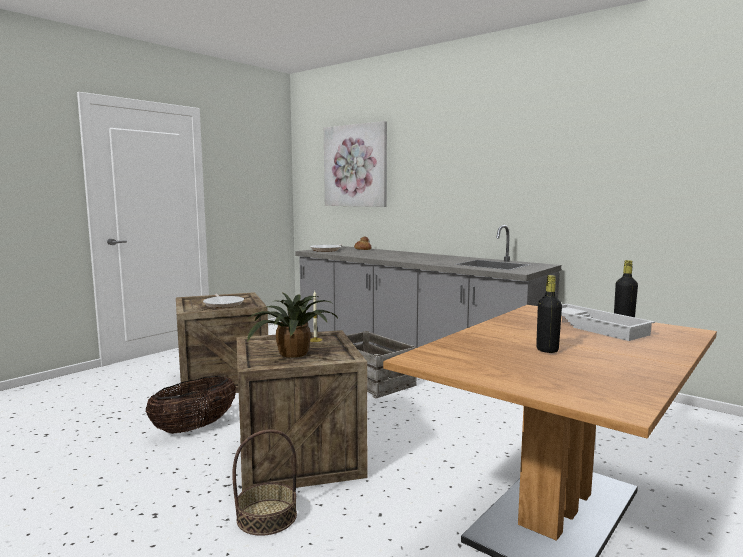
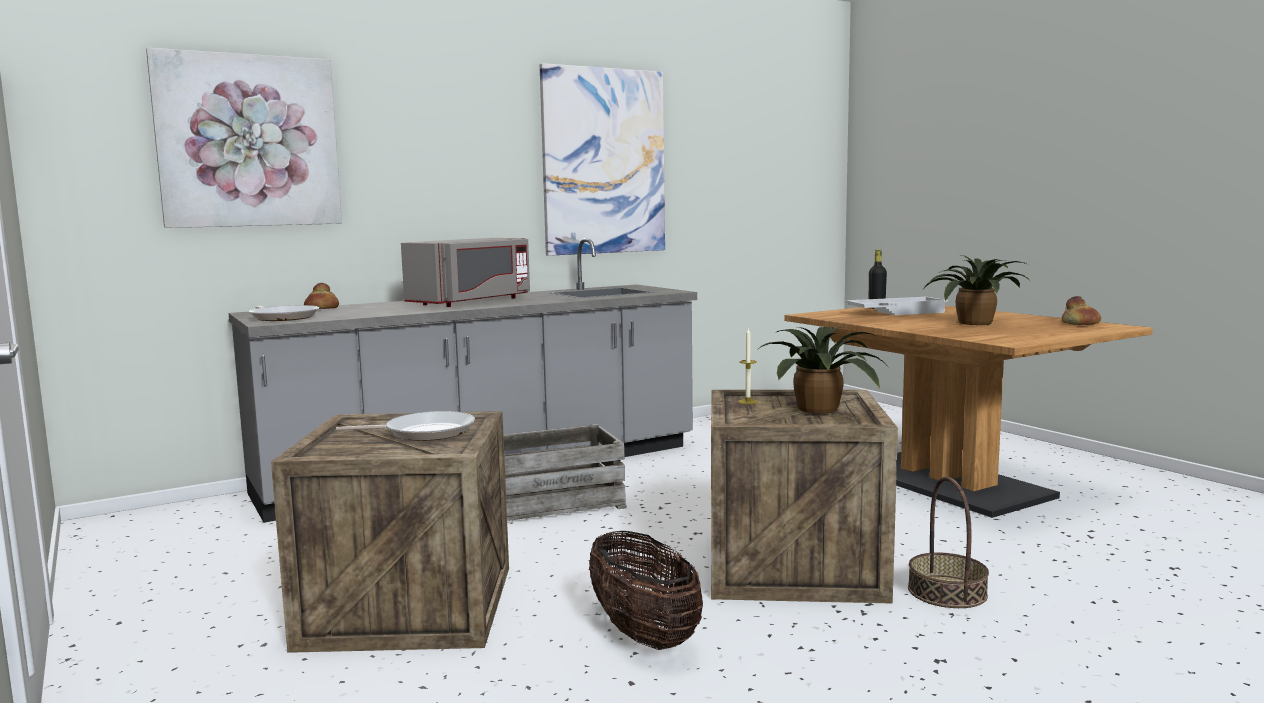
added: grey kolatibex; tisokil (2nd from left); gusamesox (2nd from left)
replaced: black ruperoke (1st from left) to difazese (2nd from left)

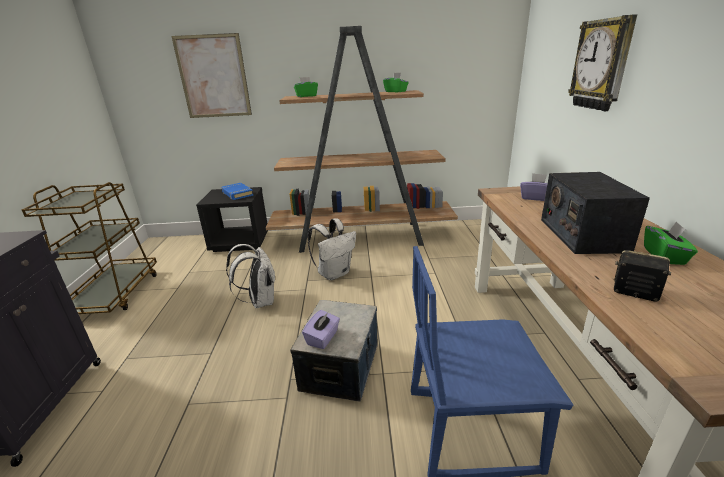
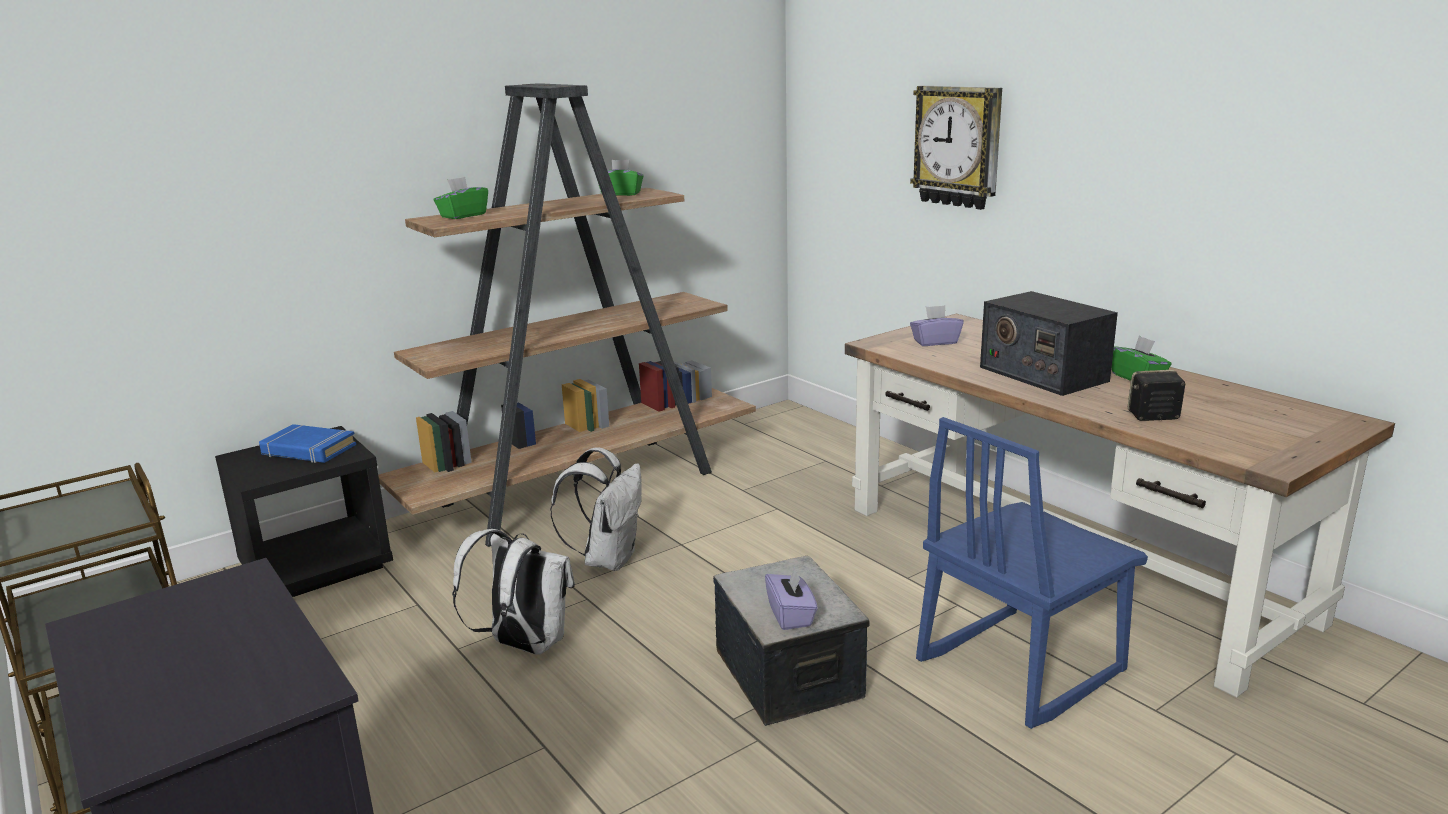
removed: tisokil

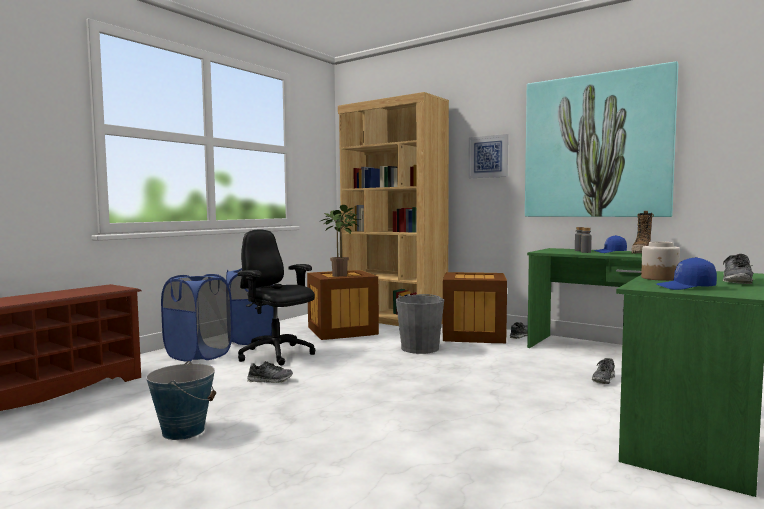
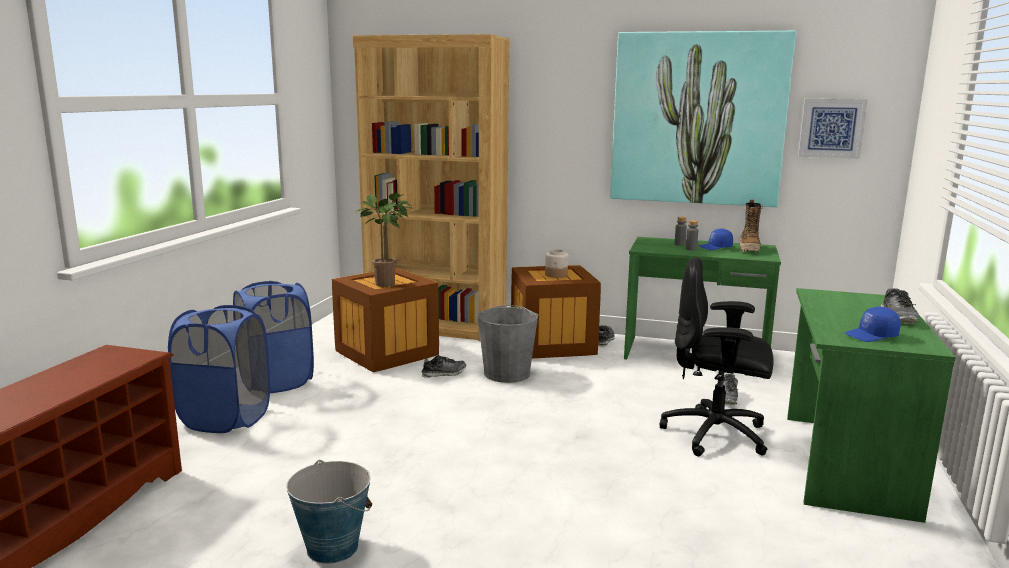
moved: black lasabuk; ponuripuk (1st from left); tisokil (1st from left in the first image) to tisokil (2nd from left); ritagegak

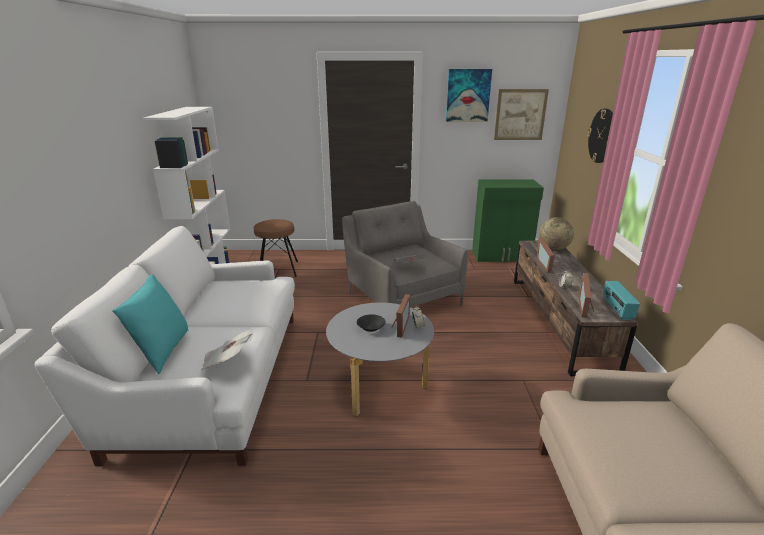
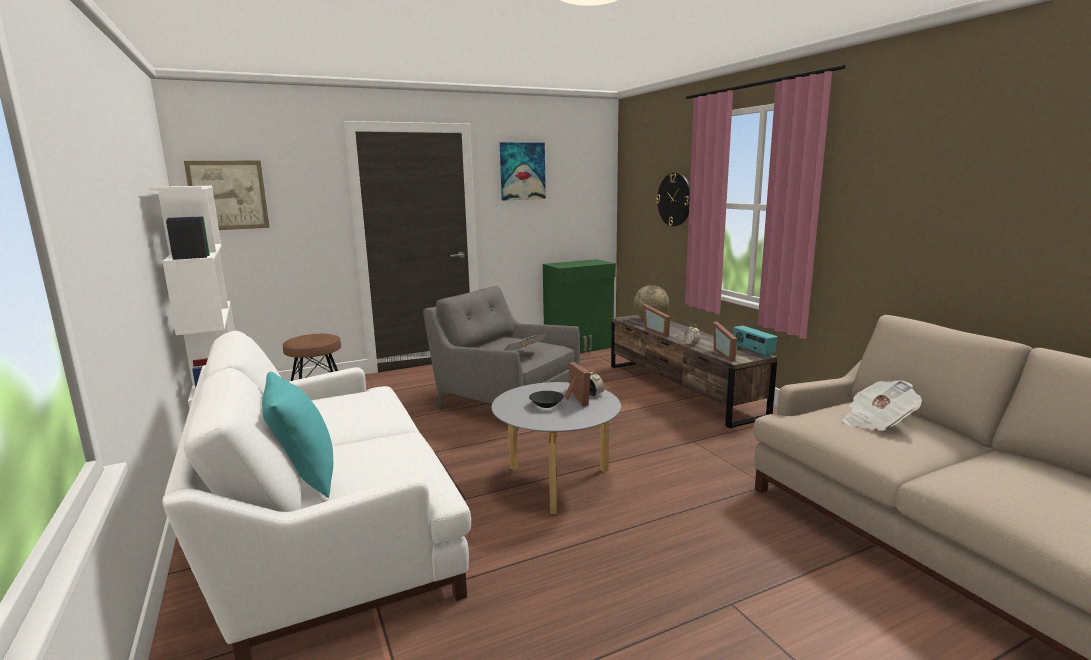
moved: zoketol (1st from left in the first image) to zoketol (2nd from left); tisokil (2nd from left in the first image) to tisokil (1st from left)

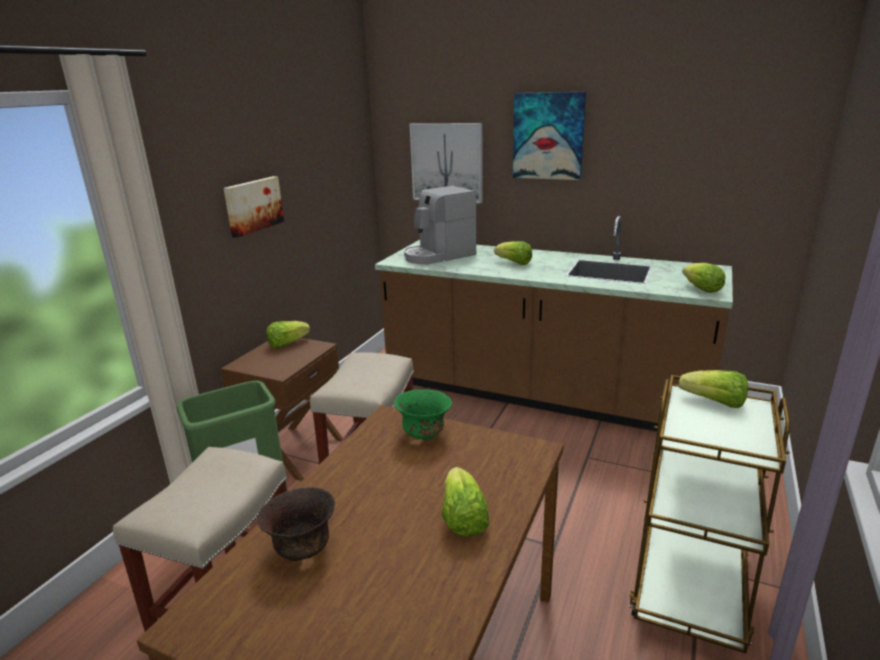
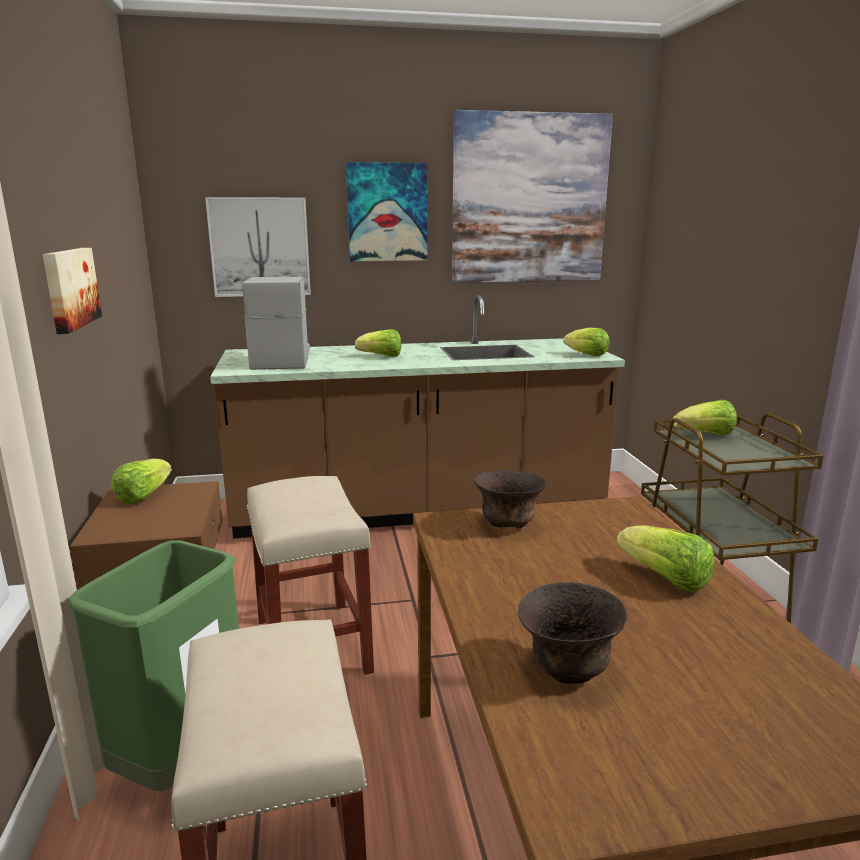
added: tisokil (4th from left)
recoloured: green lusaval to brown lusaval (1st from left)
turned: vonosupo 150 degrees clockwise

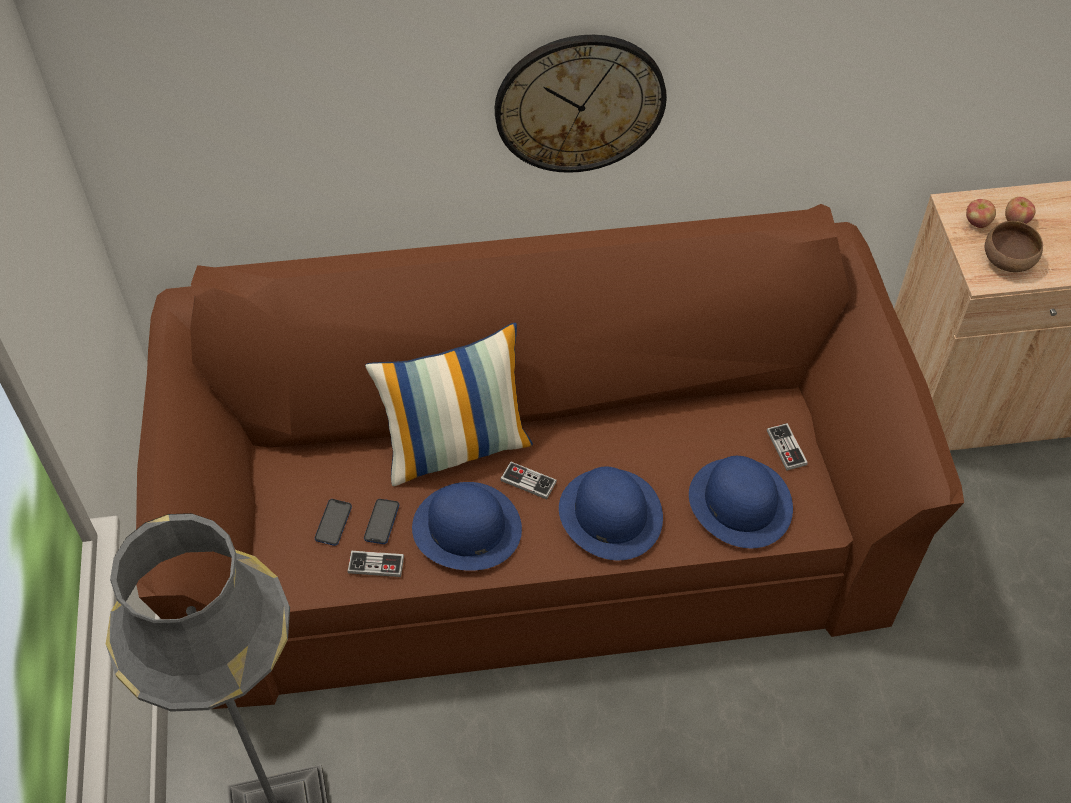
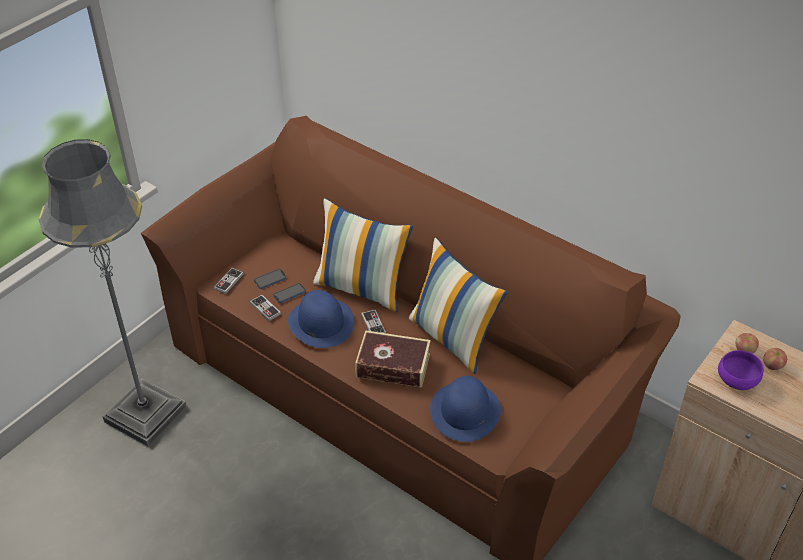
removed: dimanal
added: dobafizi (2nd from left)
moved: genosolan (3rd from left in the first image) to genosolan (1st from left)
replaced: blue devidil (2nd from left) to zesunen
recoloured: brown lusaval to purple lusaval

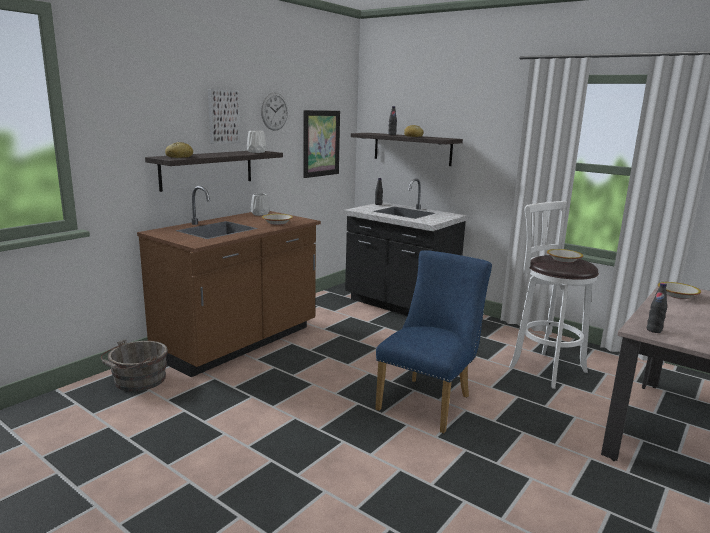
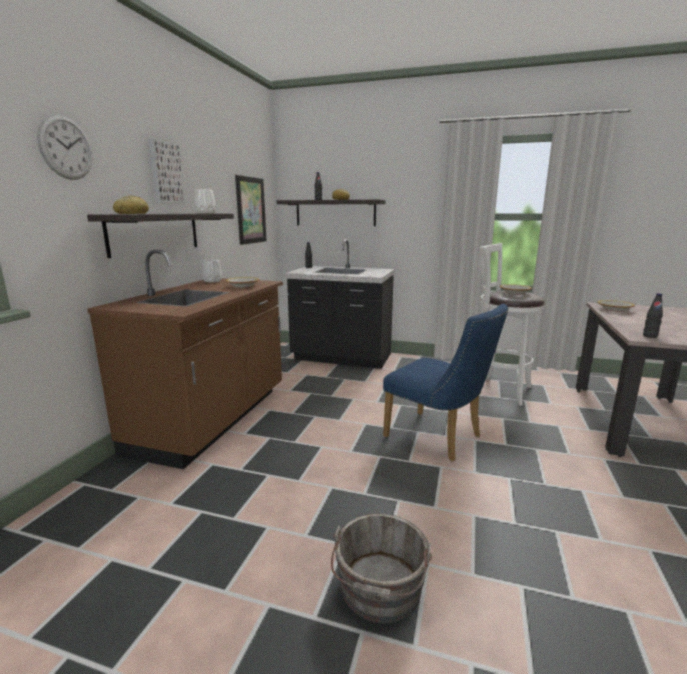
moved: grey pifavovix; dimanal
turned: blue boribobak 120 degrees clockwise

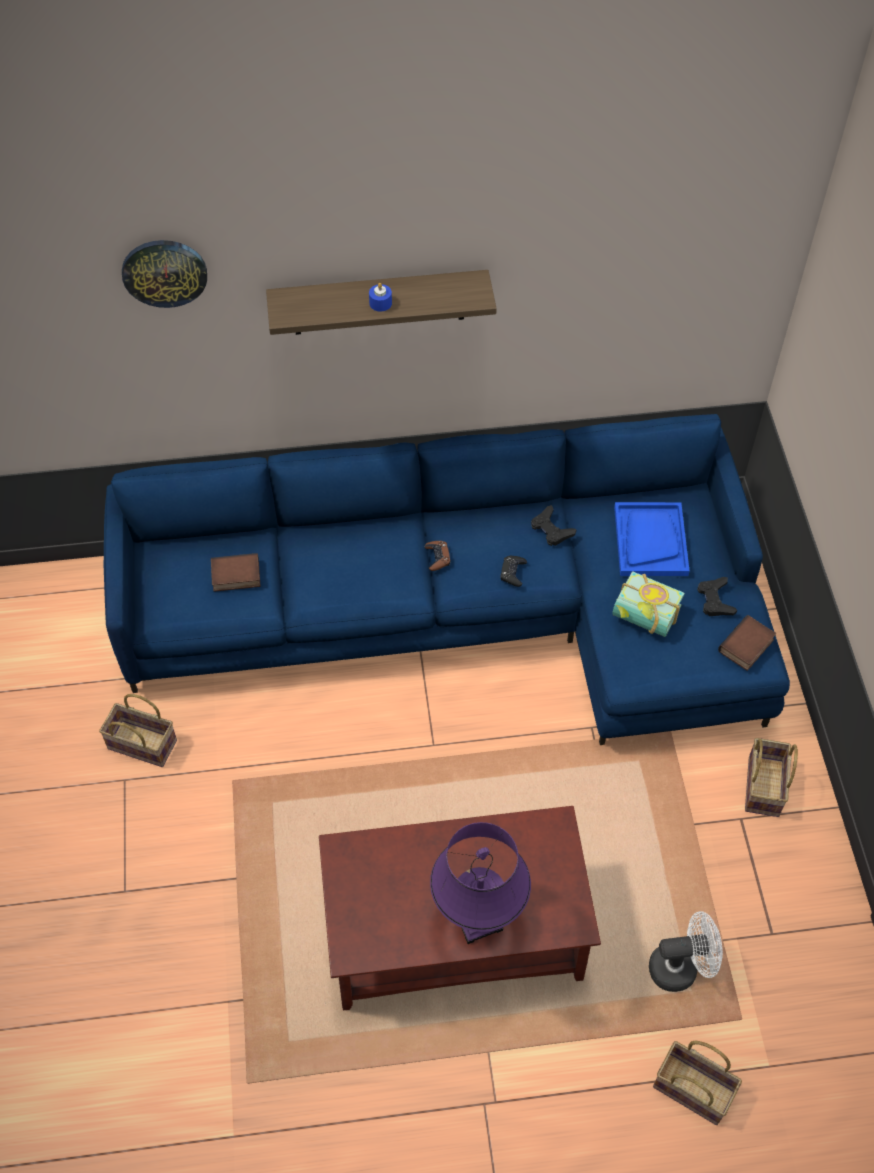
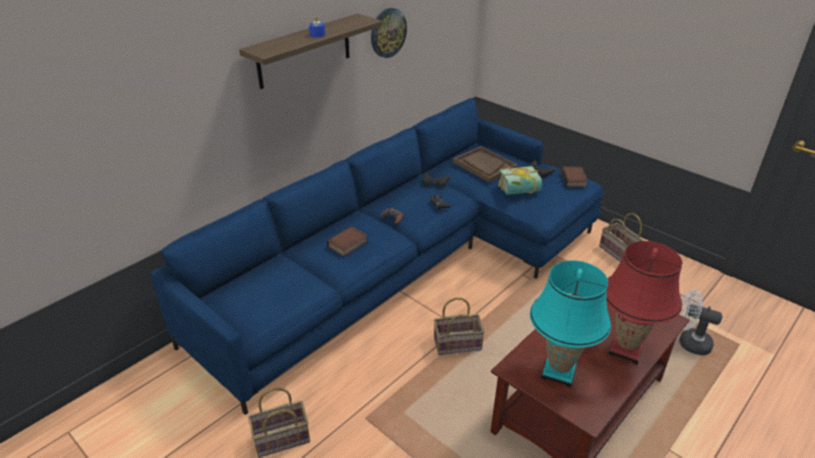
added: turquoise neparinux
moved: dimanal; zesunen (1st from left); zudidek (2nd from left)
recoloured: purple neparinux to red neparinux; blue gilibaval to brown gilibaval
turned: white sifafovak 105 degrees counterclockwise

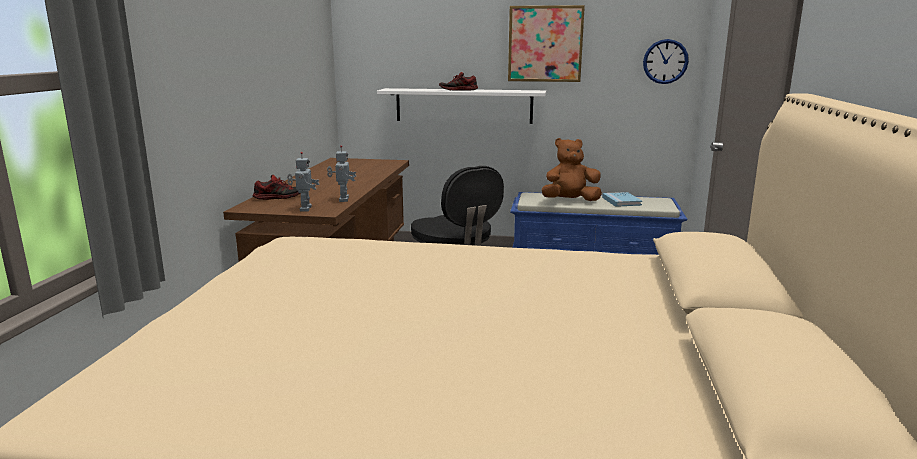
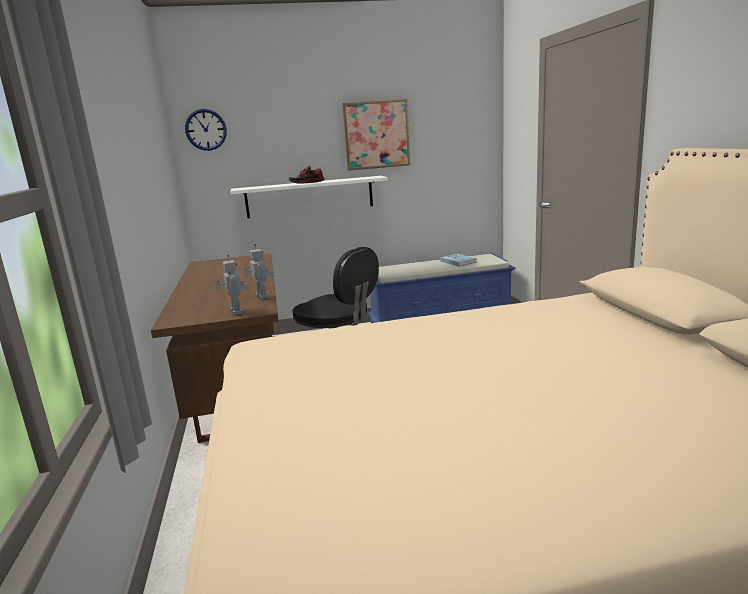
removed: ponuripuk (1st from left); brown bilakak
moved: dimanal

